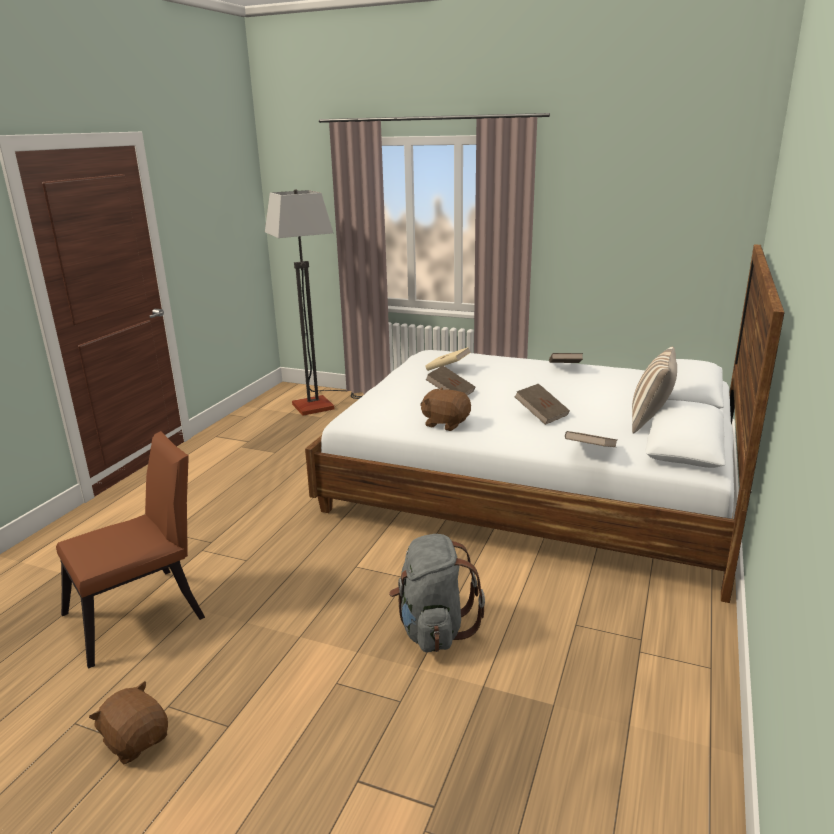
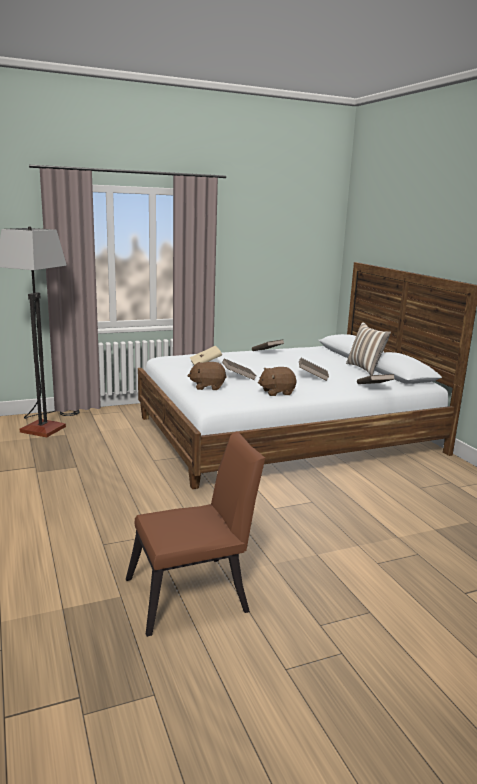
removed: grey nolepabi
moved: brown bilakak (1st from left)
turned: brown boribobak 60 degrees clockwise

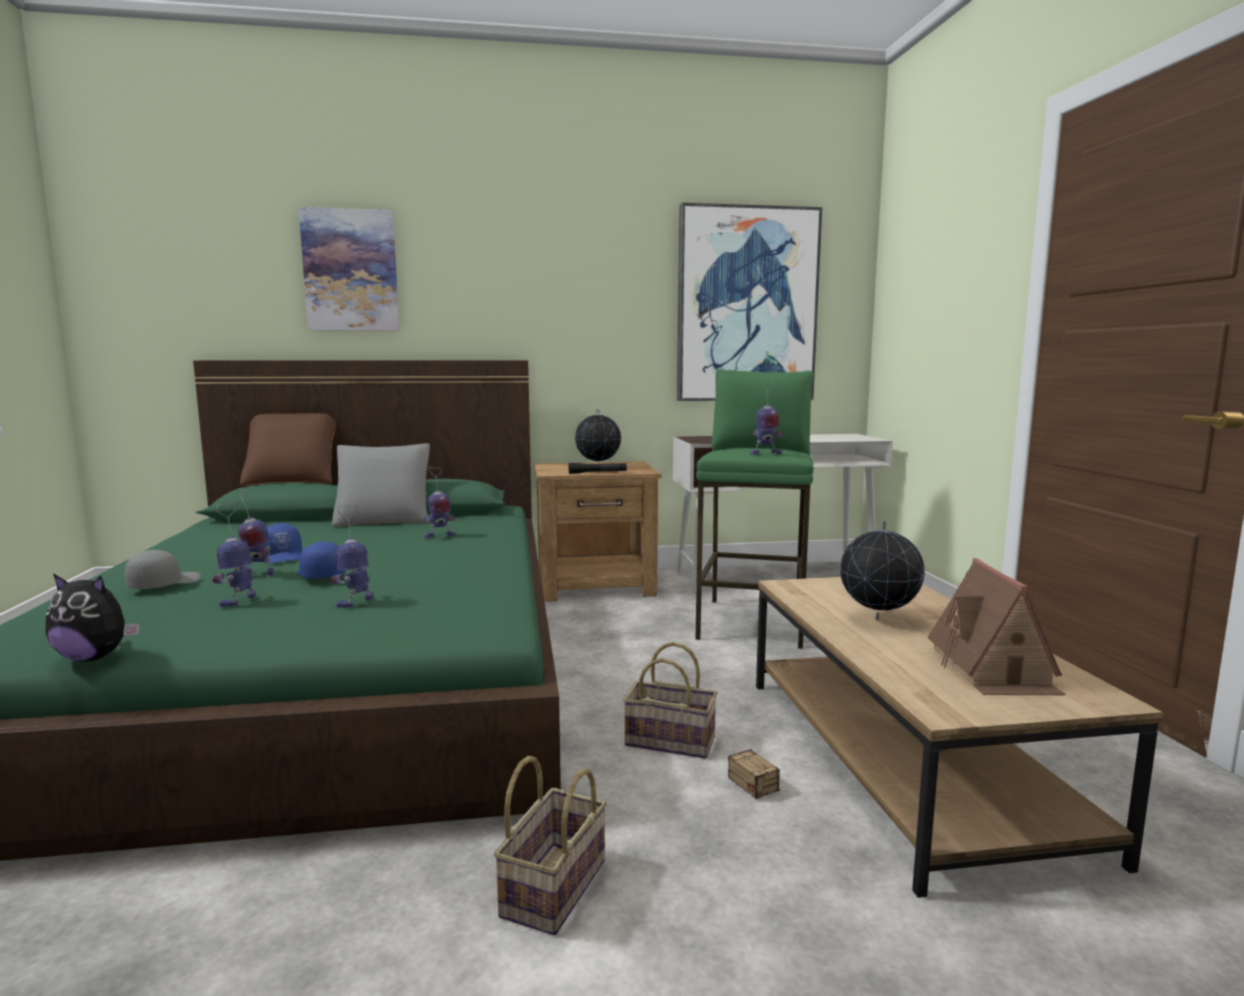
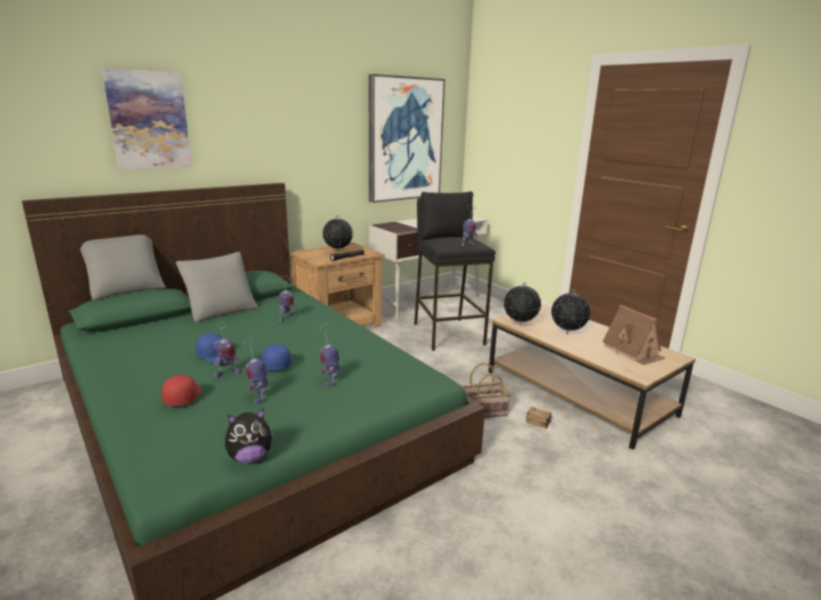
removed: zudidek (1st from left)
added: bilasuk (2nd from left)
recoloured: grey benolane to red benolane; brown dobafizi to grey dobafizi (1st from left); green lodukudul to black lodukudul

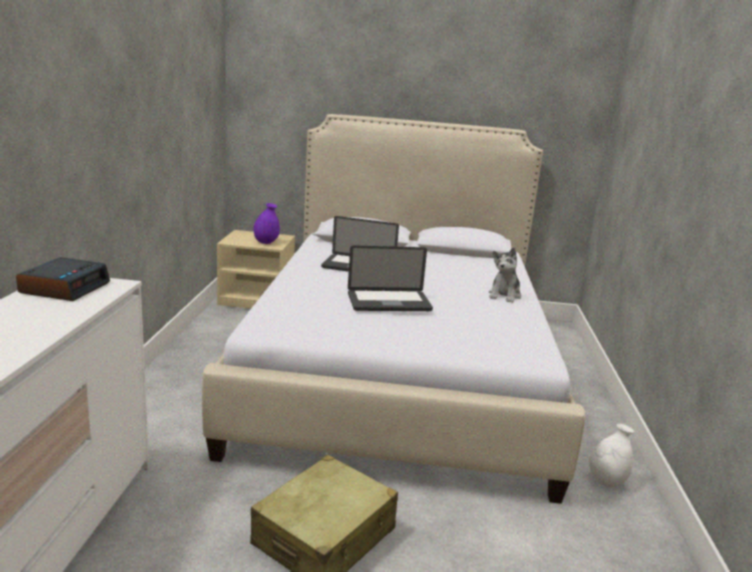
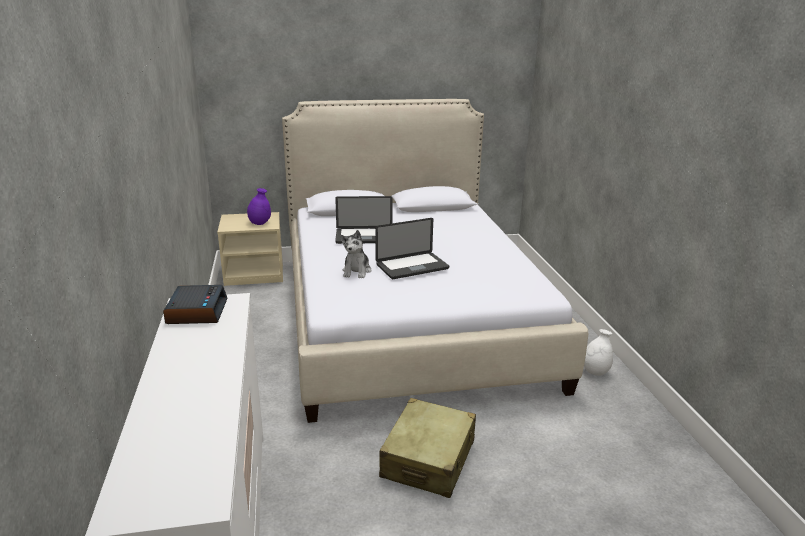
moved: bilakak

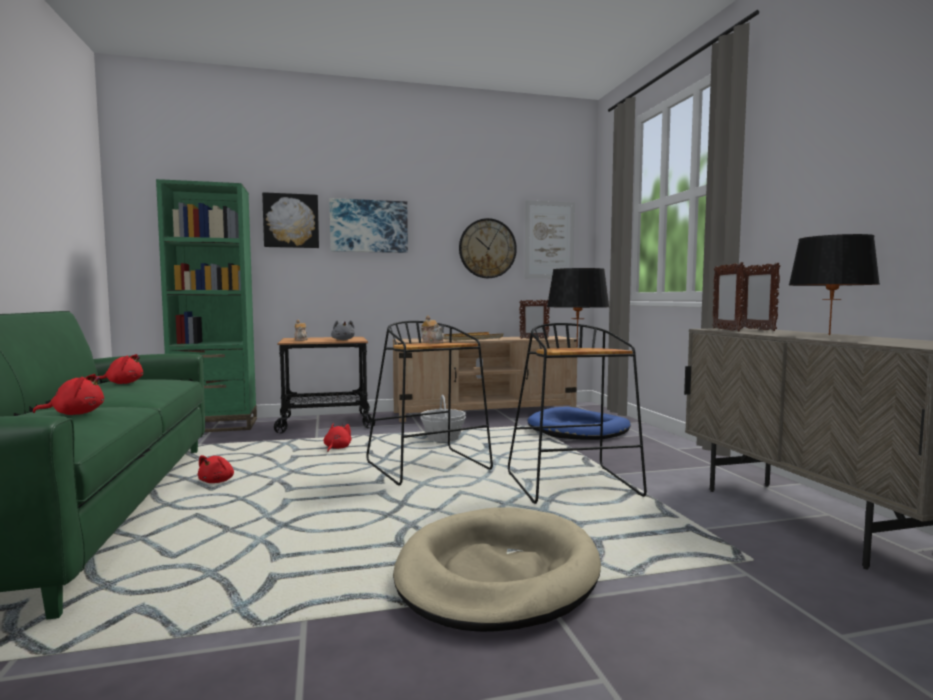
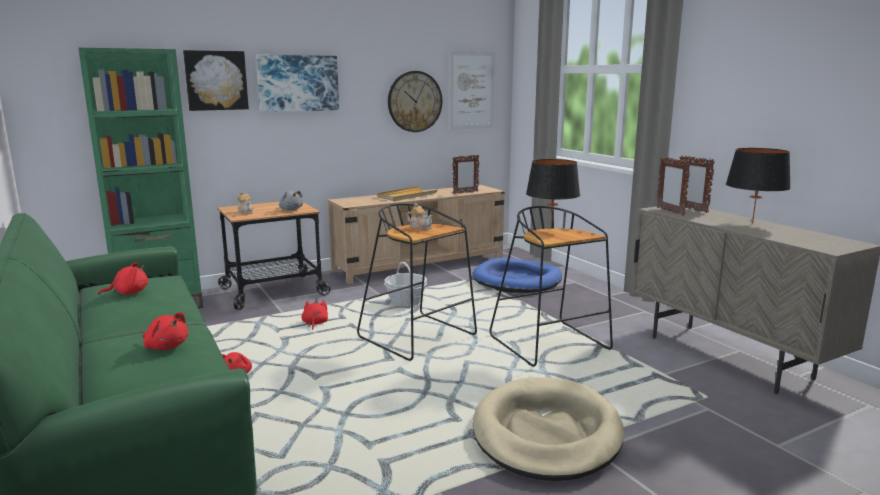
turned: red bilakak (1st from left in the first image) 60 degrees clockwise

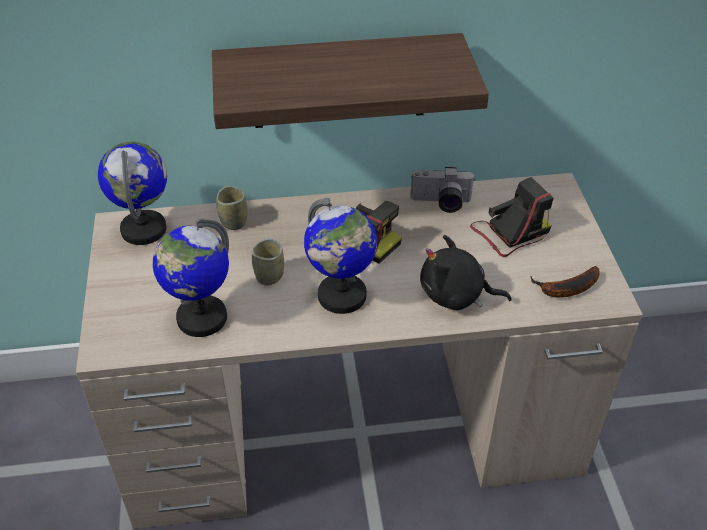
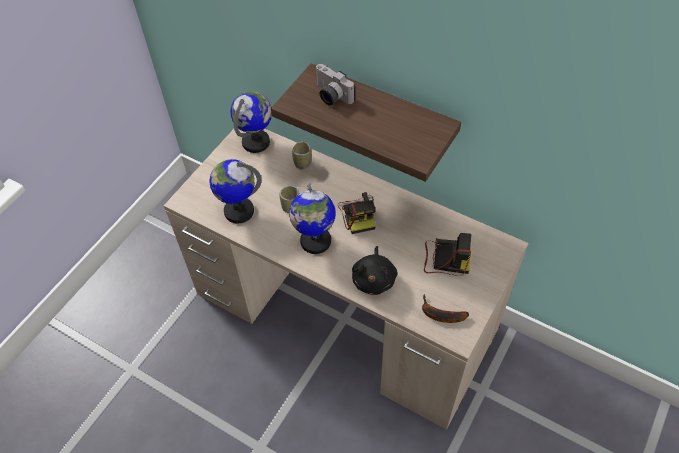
moved: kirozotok (2nd from left in the first image) to kirozotok (1st from left)
turned: black bilakak 135 degrees counterclockwise

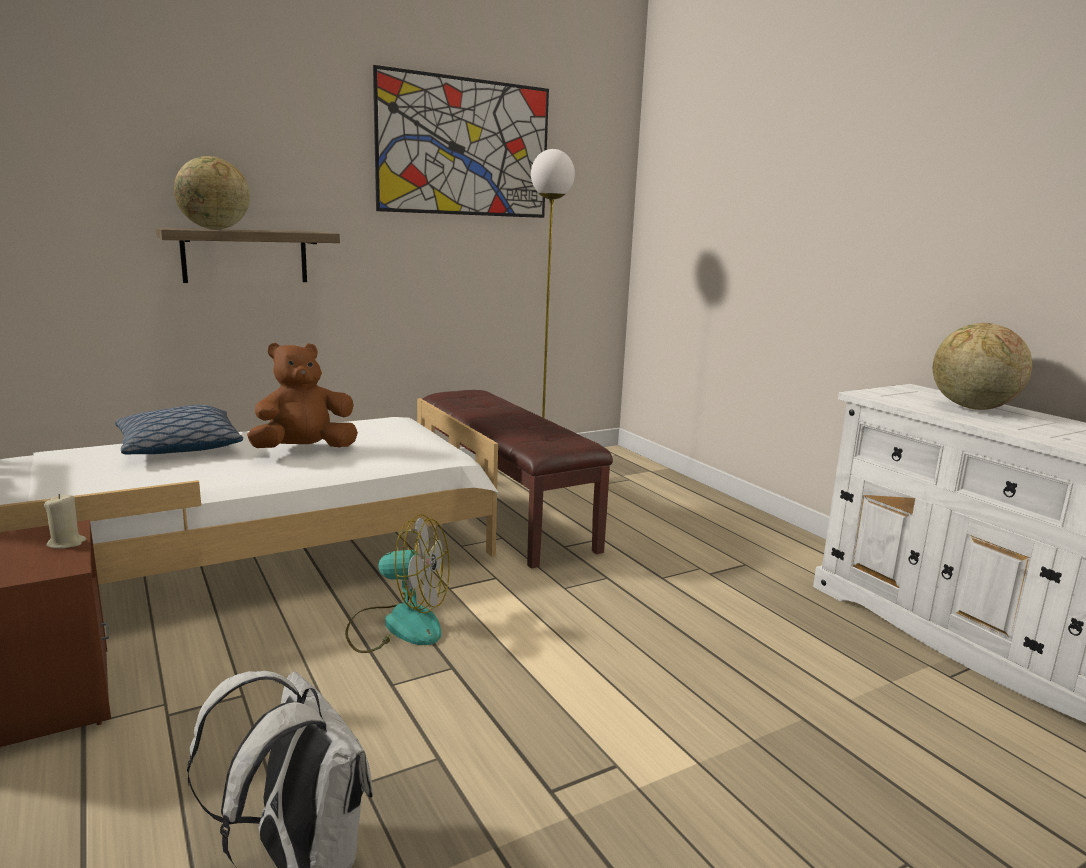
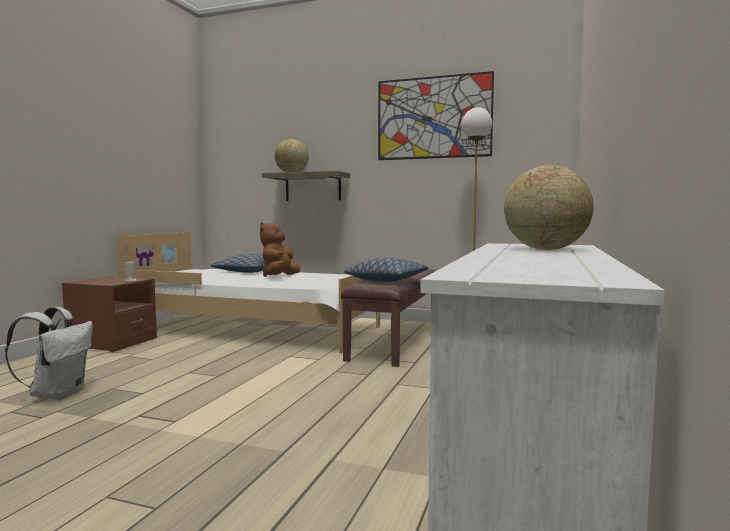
removed: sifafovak
added: dobafizi (2nd from left)
turned: brown bilakak 90 degrees counterclockwise

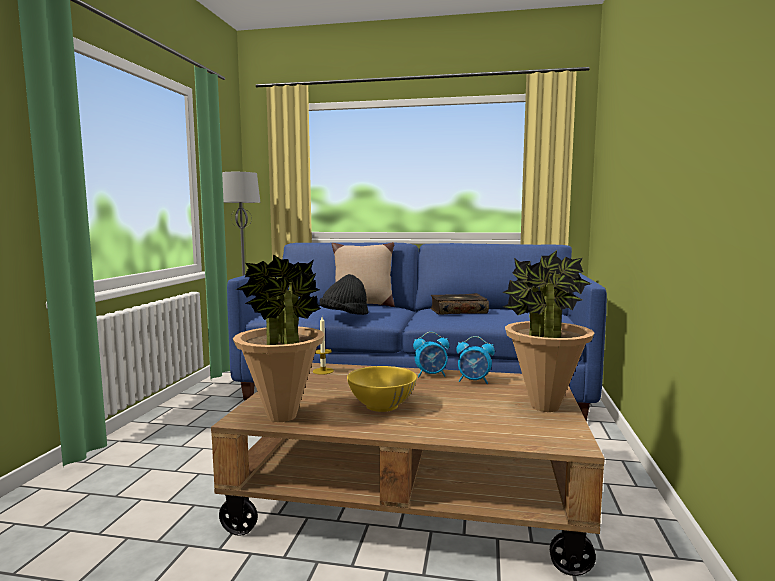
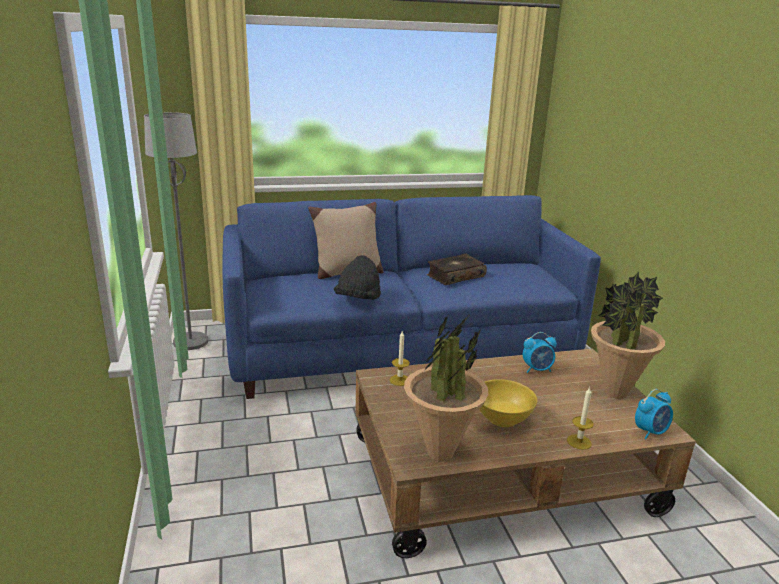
added: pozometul (2nd from left)
moved: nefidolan (1st from left in the first image) to nefidolan (2nd from left)

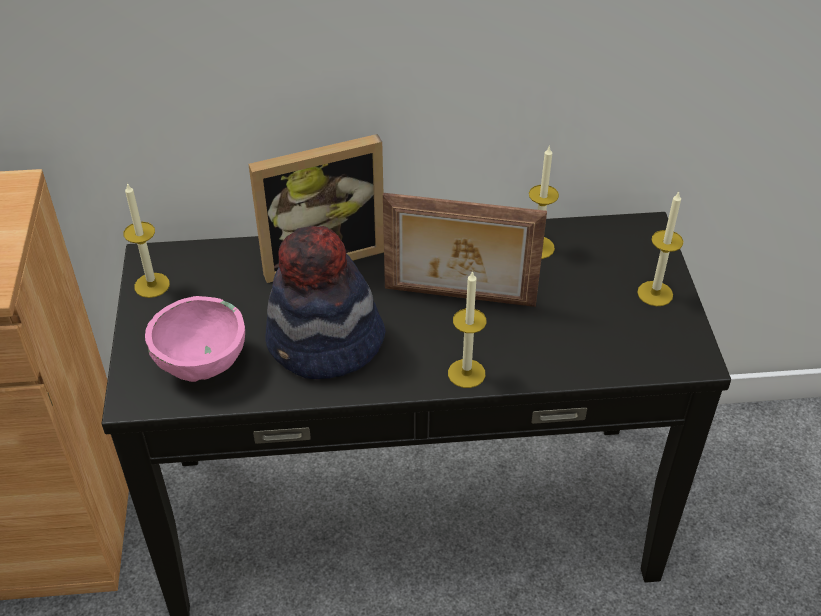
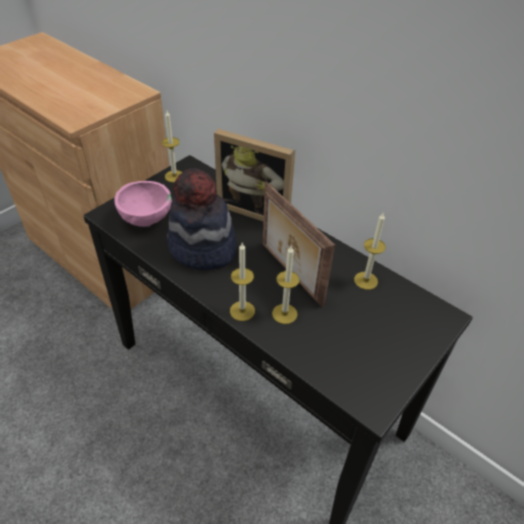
moved: pozometul (4th from left in the first image) to pozometul (3rd from left)

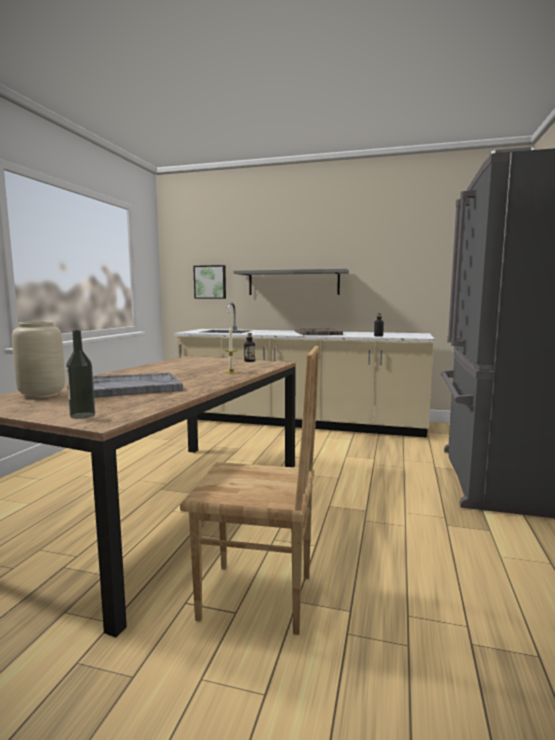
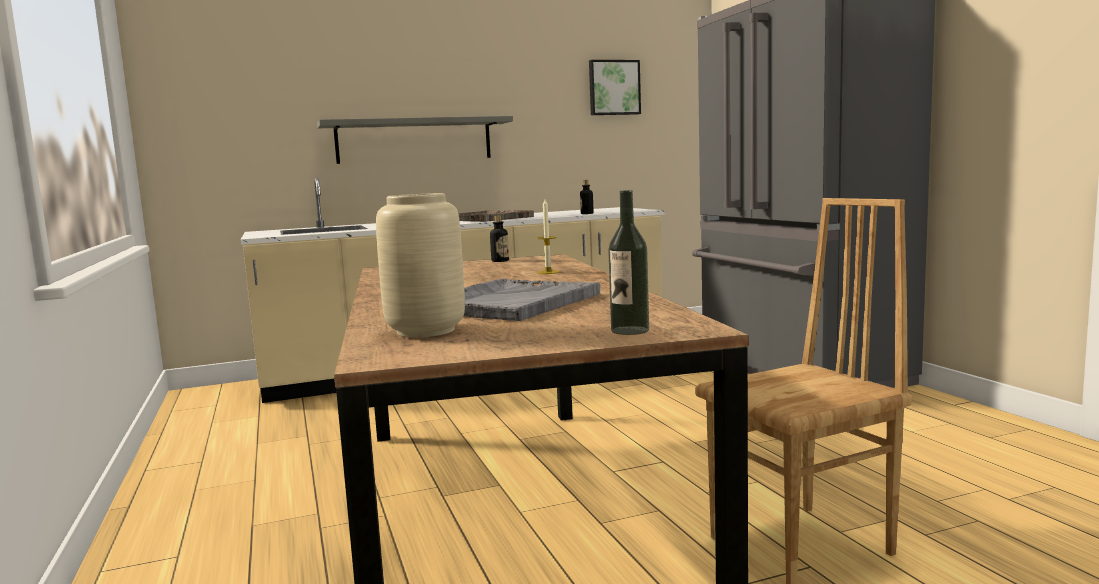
moved: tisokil

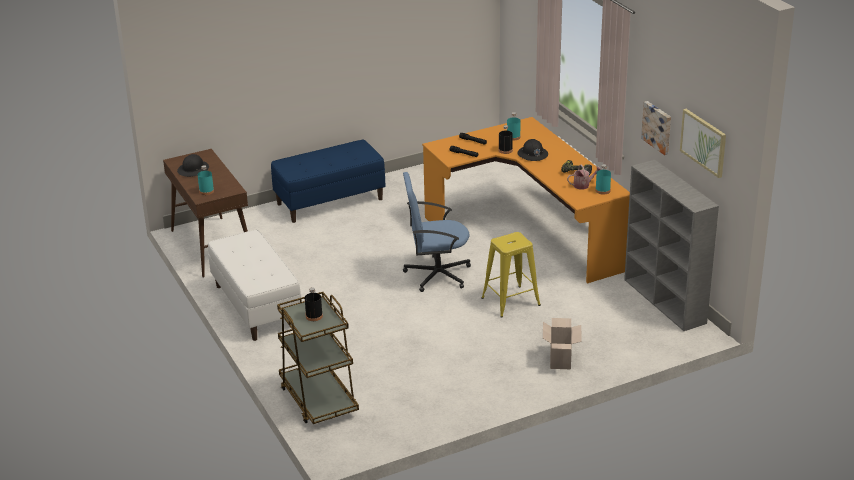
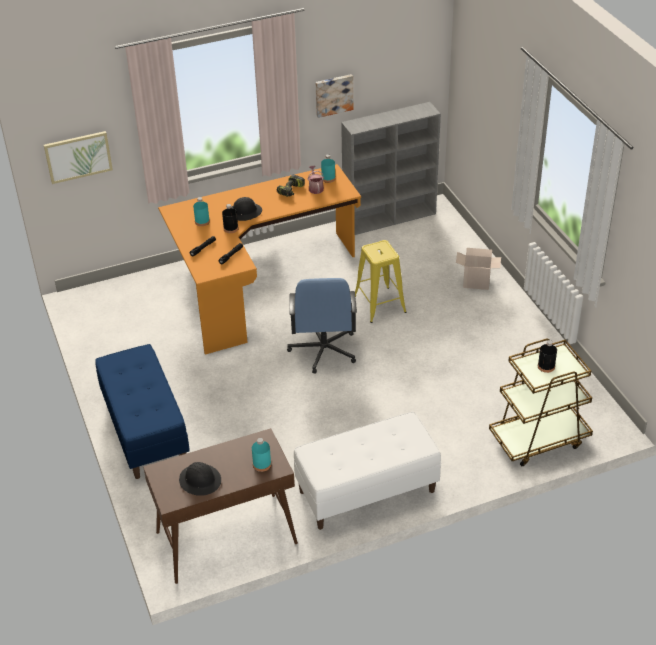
moved: tisokil (2nd from left in the first image) to tisokil (1st from left)

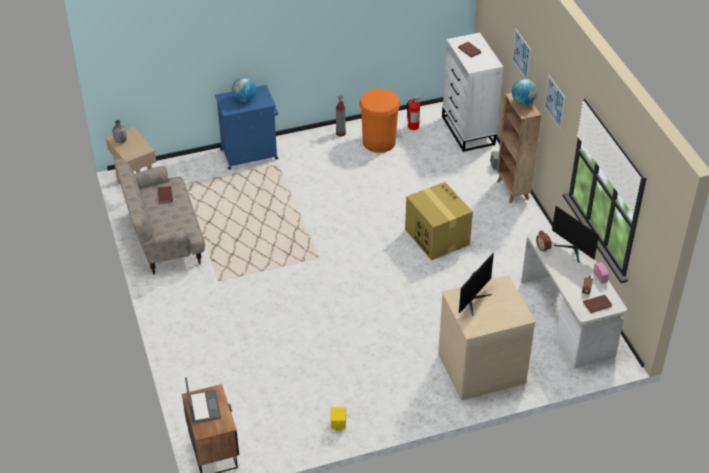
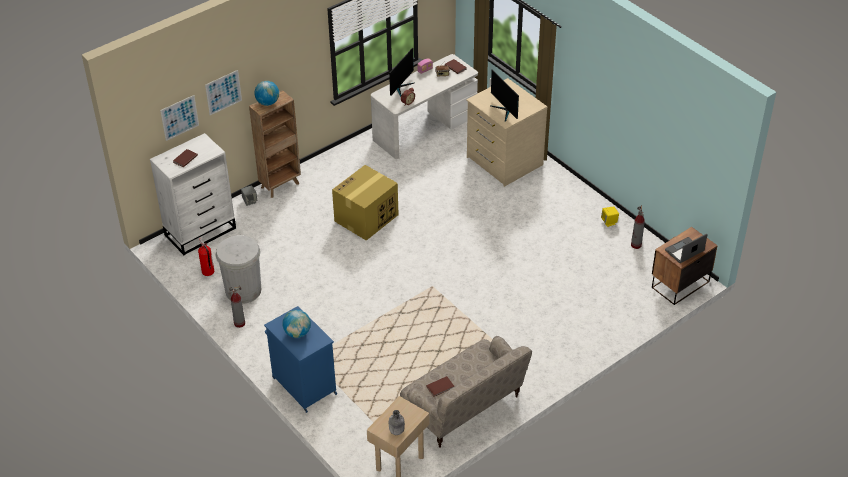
added: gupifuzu (3rd from left)
moved: tisokil (2nd from left in the first image) to tisokil (1st from left)
recoloured: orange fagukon to white fagukon
turned: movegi (1st from left in the first image) 135 degrees counterclockwise

